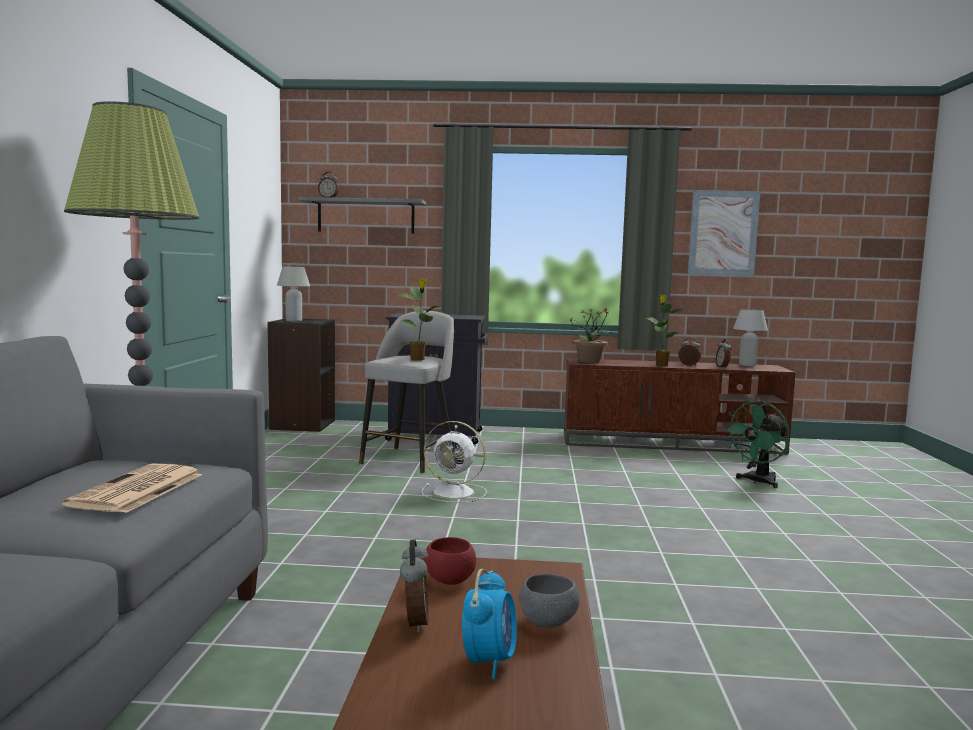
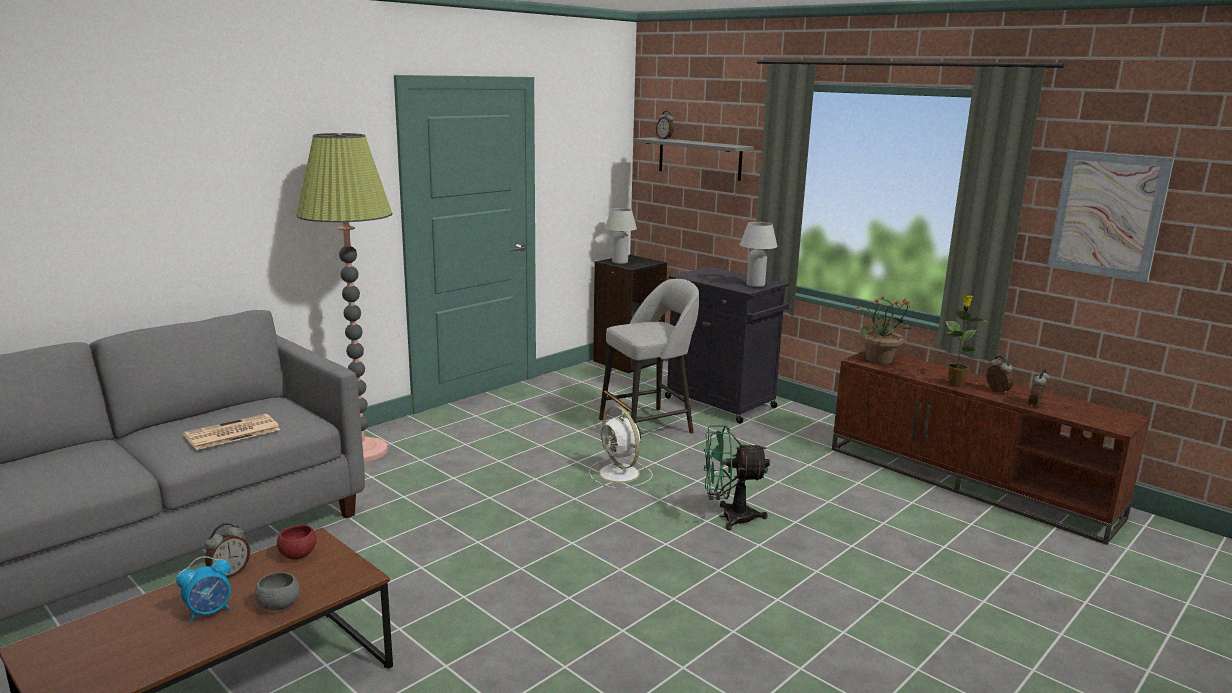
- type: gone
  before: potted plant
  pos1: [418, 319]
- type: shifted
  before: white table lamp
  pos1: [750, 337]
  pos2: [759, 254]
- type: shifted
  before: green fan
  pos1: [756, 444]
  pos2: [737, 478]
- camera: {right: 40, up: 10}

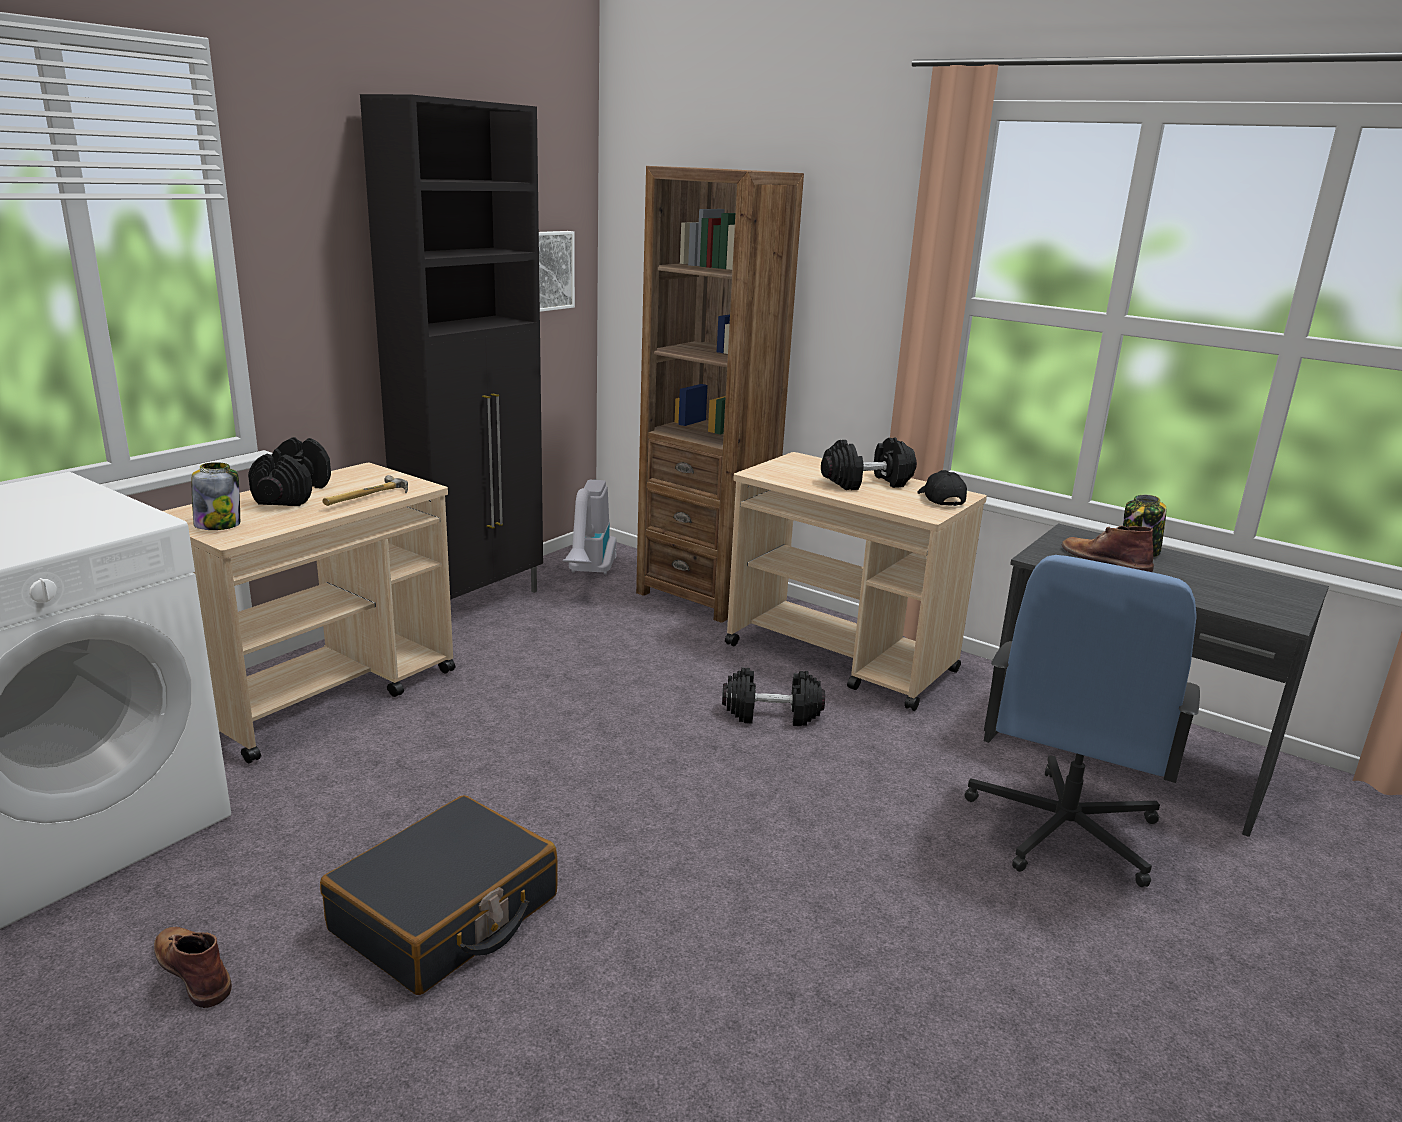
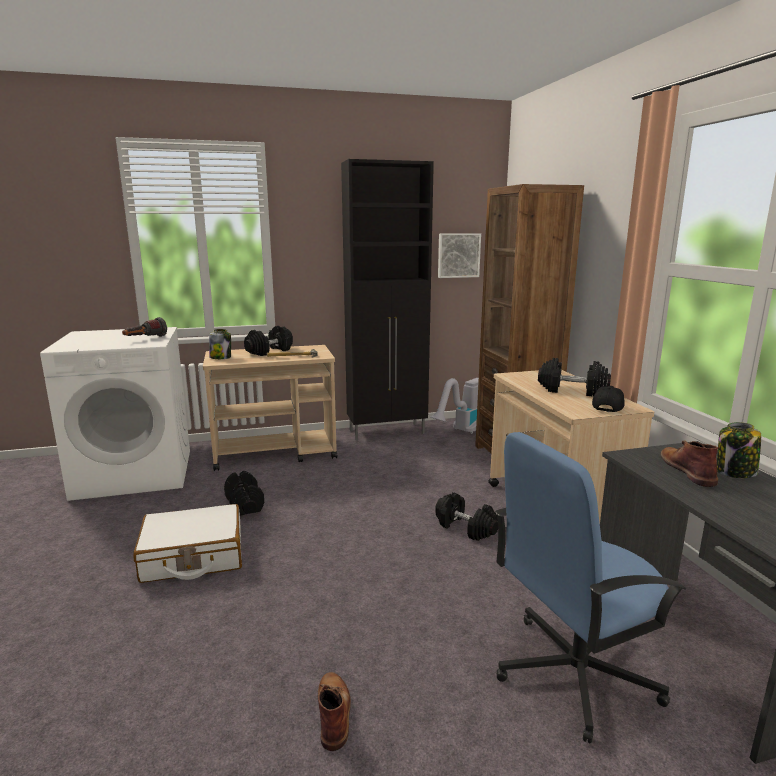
- type: repainted
  before: black suitcase
  after: white suitcase
  pos1: [439, 895]
  pos2: [187, 543]
- type: shifted
  before: brown boot
  pos1: [193, 967]
  pos2: [334, 711]
- type: new
  after: flashlight
  pos2: [144, 327]
- type: new
  after: black dumbbell
  pos2: [244, 493]
- camera: {right: 40, up: -5}

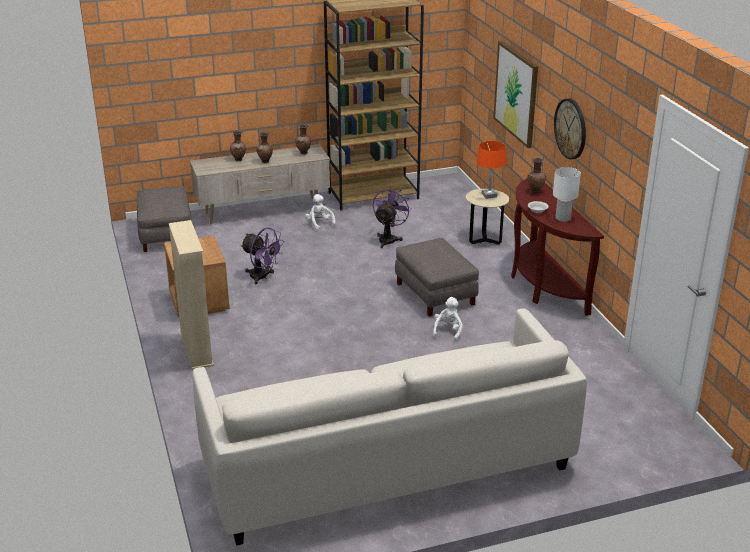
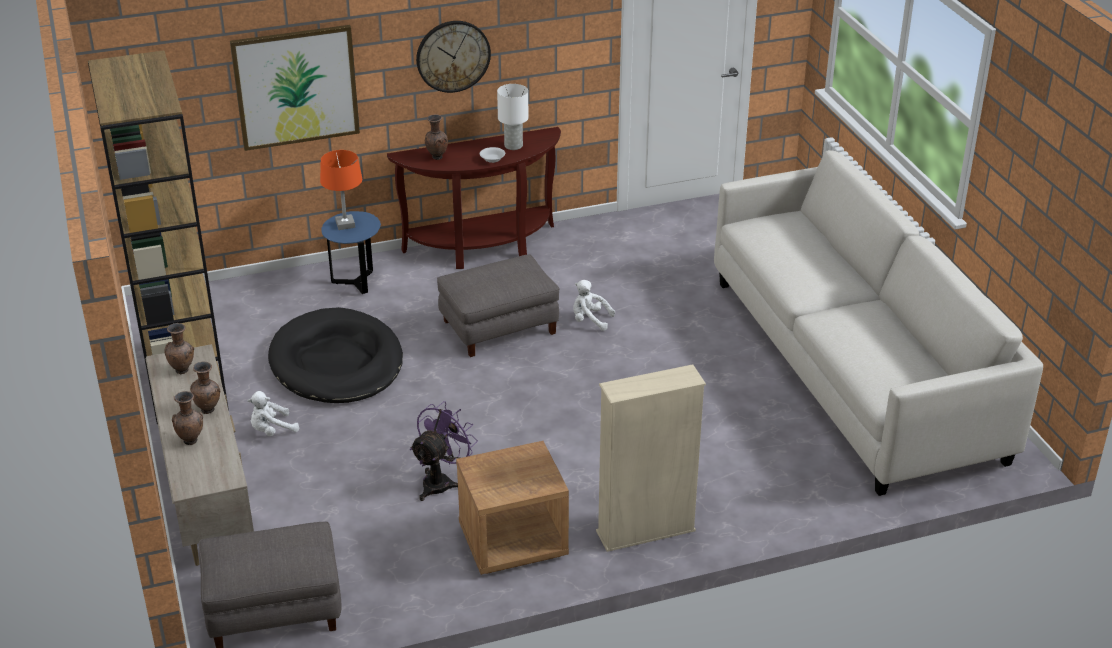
- type: swapped
  before: purple fan
  after: black dog bed
  pos1: [392, 217]
  pos2: [335, 355]
- type: repainted
  before: beige side table
  after: blue side table
  pos1: [487, 216]
  pos2: [351, 252]
- camera: {right: -90, up: 5}

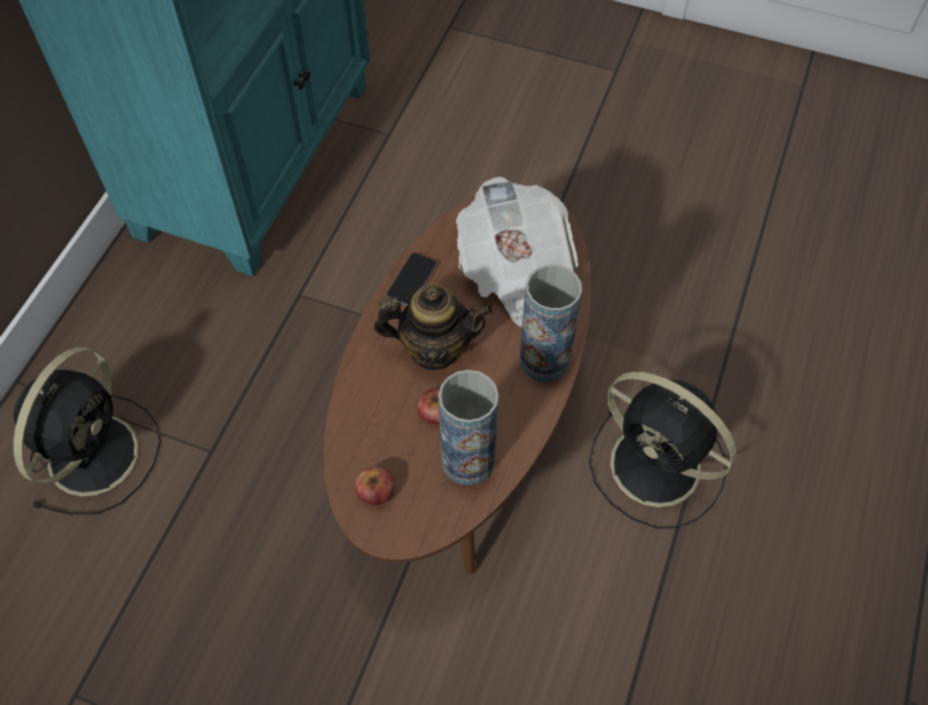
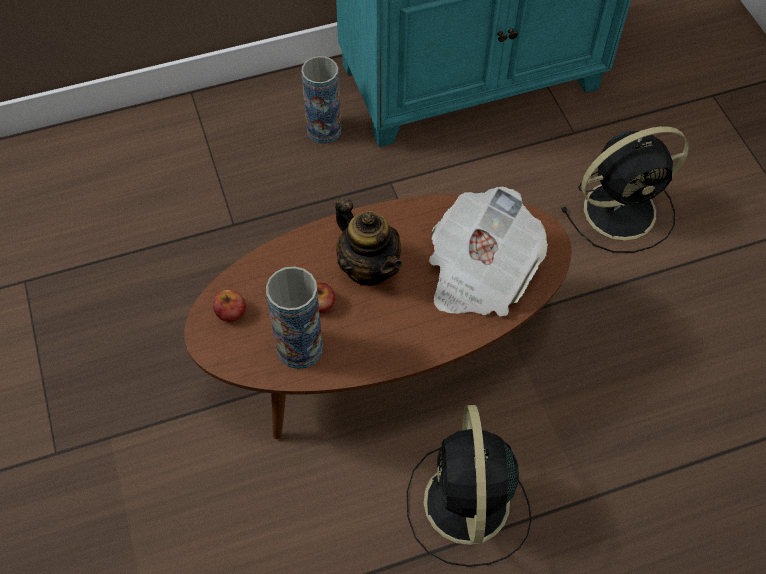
- type: gone
  before: phone
  pos1: [411, 279]
- type: shifted
  before: vase
  pos1: [550, 323]
  pos2: [321, 100]
- type: shifted
  before: black fan
  pos1: [87, 431]
  pos2: [625, 189]
- camera: {right: 50, up: 0}

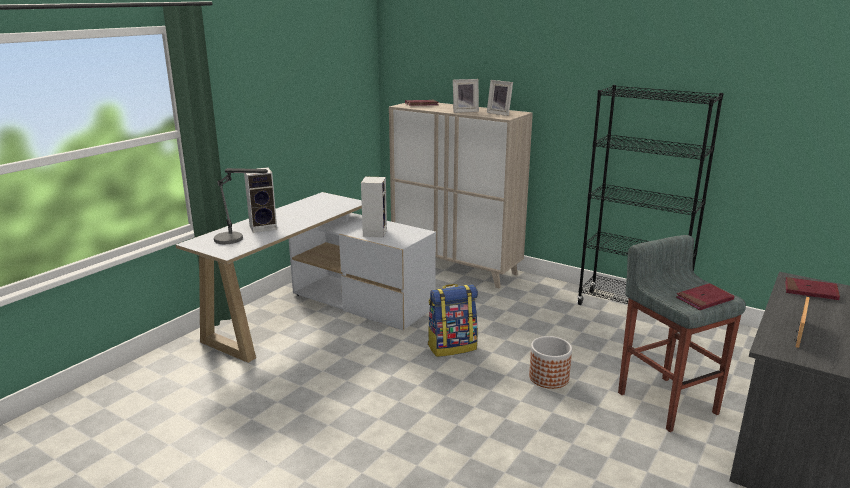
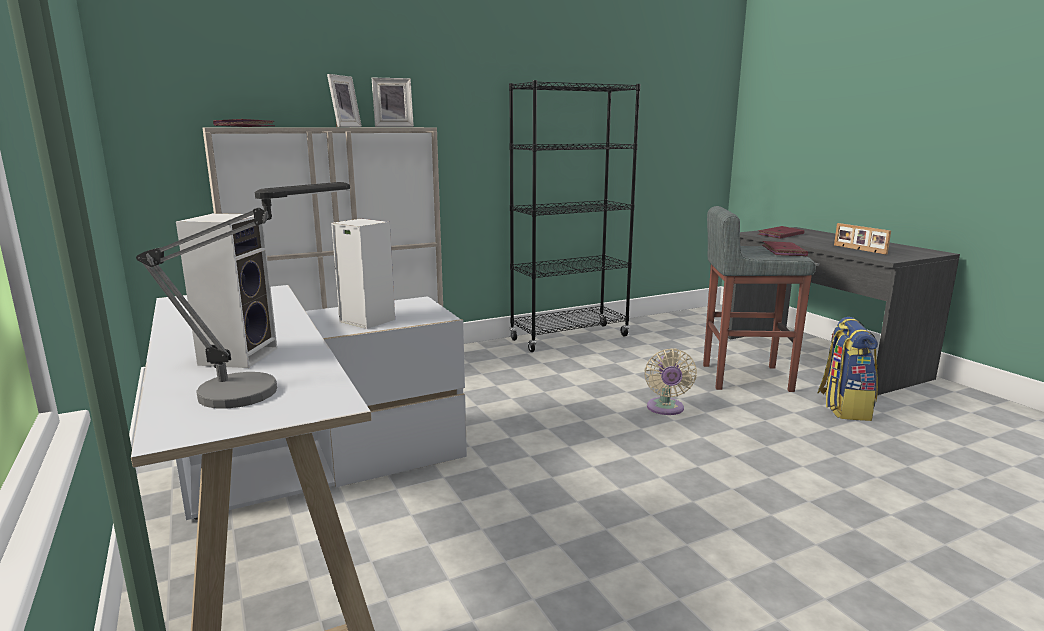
- type: shifted
  before: backpack
  pos1: [453, 320]
  pos2: [848, 369]
- type: swapped
  before: planter
  after: beige fan
  pos1: [550, 362]
  pos2: [670, 381]
- camera: {right: -60, up: -5}

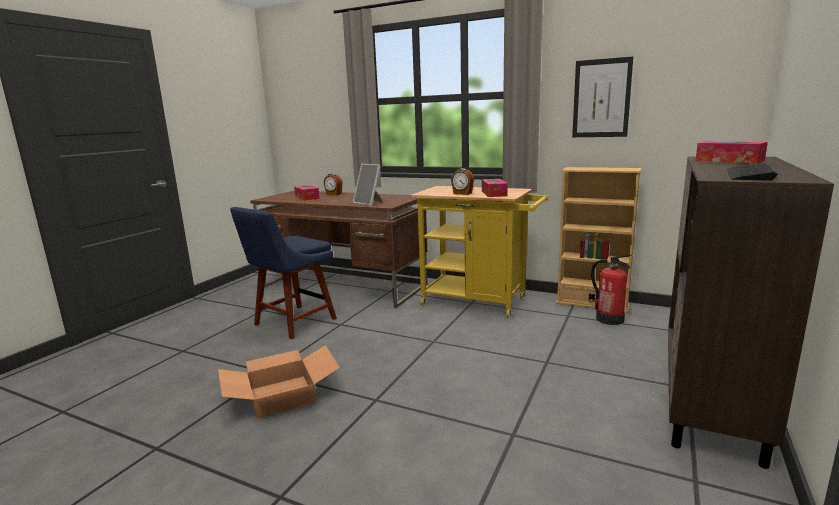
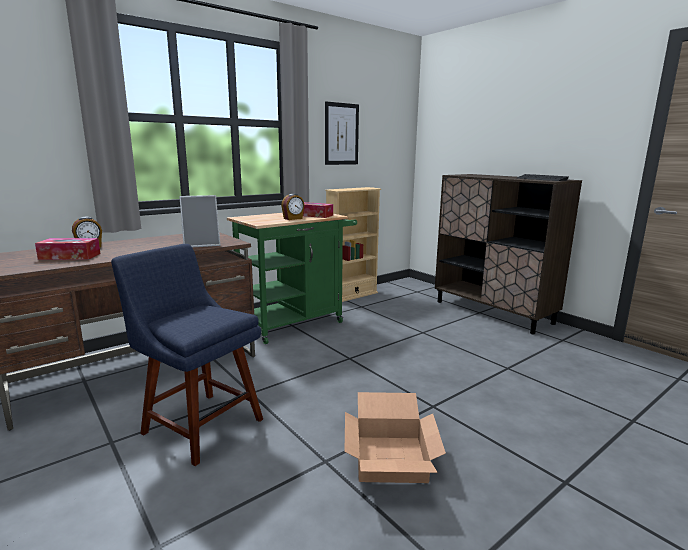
- type: gone
  before: tissue box
  pos1: [731, 152]
- type: repainted
  before: yellow cart
  after: green cart
  pos1: [479, 252]
  pos2: [292, 278]
- type: rotated
  before: blue chair
  pos1: [283, 273]
  pos2: [187, 355]
  turn: 150
- type: gone
  before: fire extinguisher
  pos1: [611, 290]
- camera: {right: -65, up: 0}

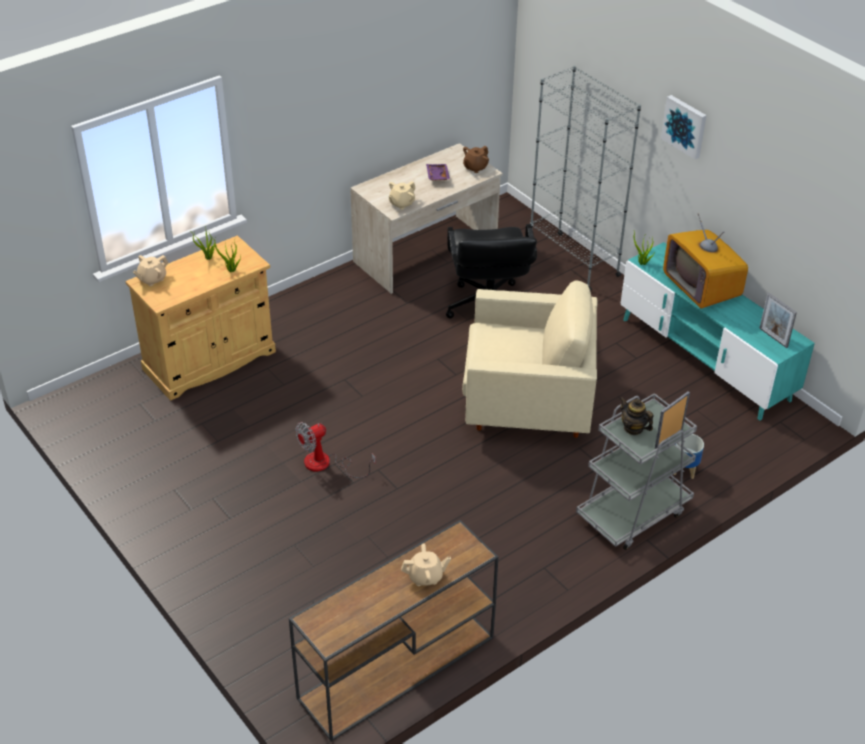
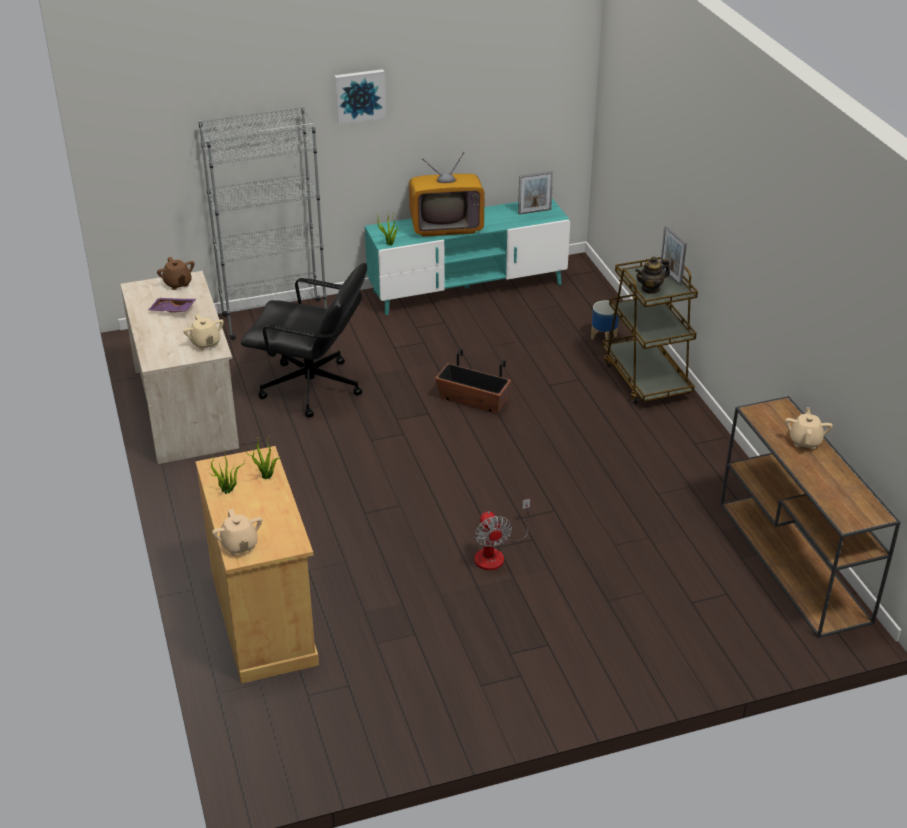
- type: swapped
  before: beige armchair
  after: planter
  pos1: [529, 359]
  pos2: [473, 381]
- type: repainted
  before: grey cart
  after: brown cart
  pos1: [636, 471]
  pos2: [650, 330]
- camera: {right: -70, up: -5}

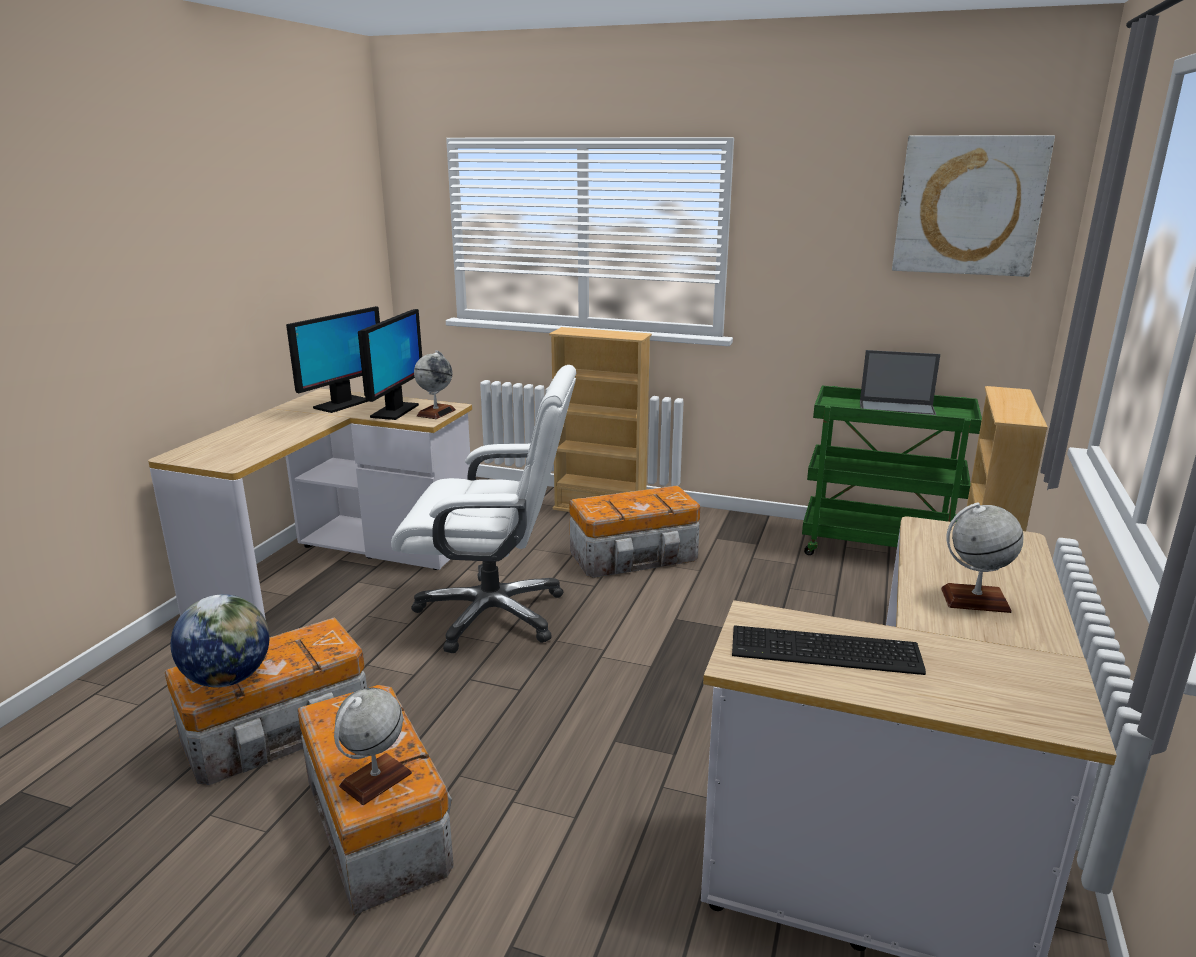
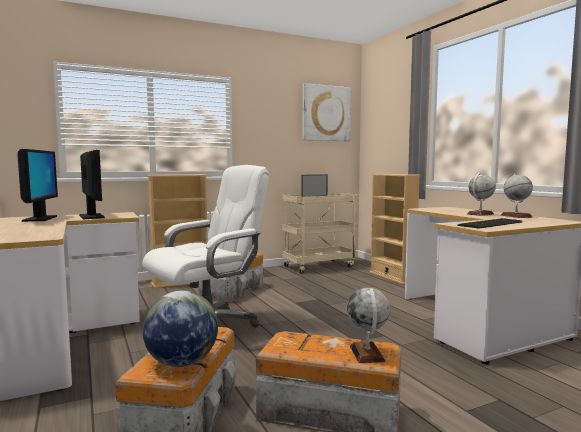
- type: shifted
  before: globe
  pos1: [435, 384]
  pos2: [517, 195]
- type: repainted
  before: green cart
  after: beige cart
  pos1: [892, 470]
  pos2: [320, 233]
- camera: {right: -45, up: -15}

